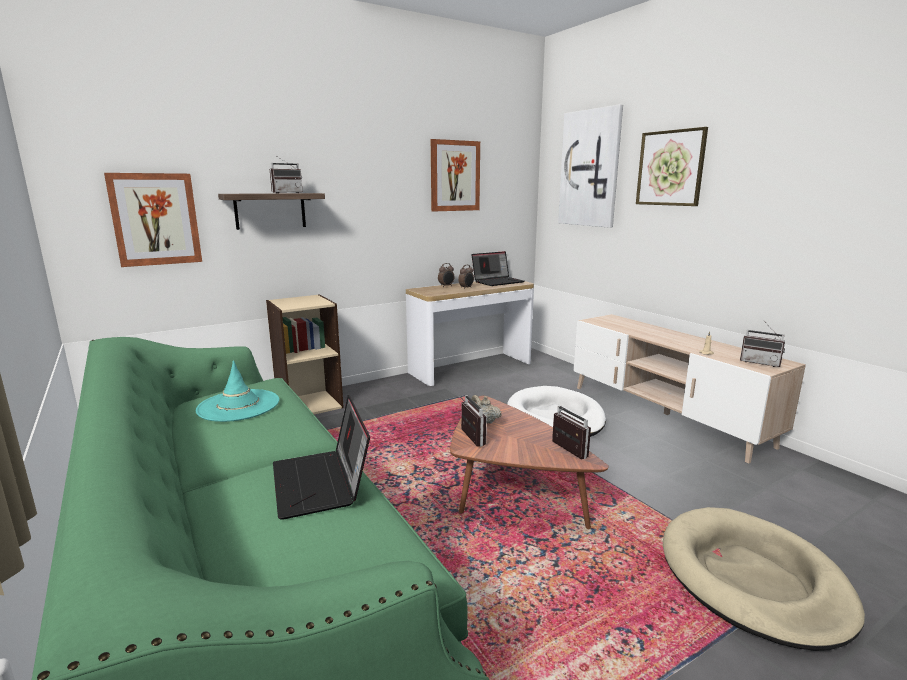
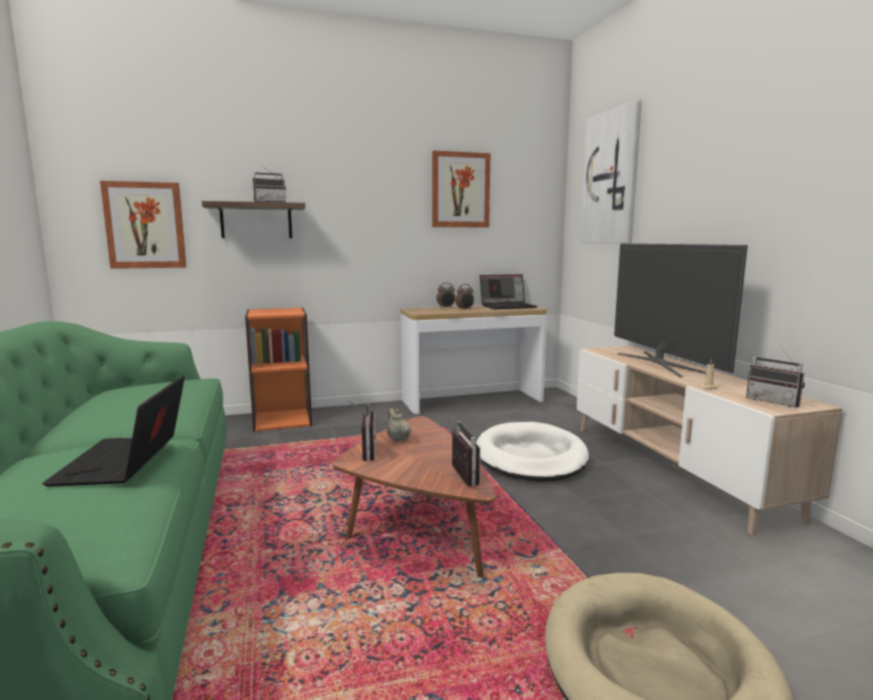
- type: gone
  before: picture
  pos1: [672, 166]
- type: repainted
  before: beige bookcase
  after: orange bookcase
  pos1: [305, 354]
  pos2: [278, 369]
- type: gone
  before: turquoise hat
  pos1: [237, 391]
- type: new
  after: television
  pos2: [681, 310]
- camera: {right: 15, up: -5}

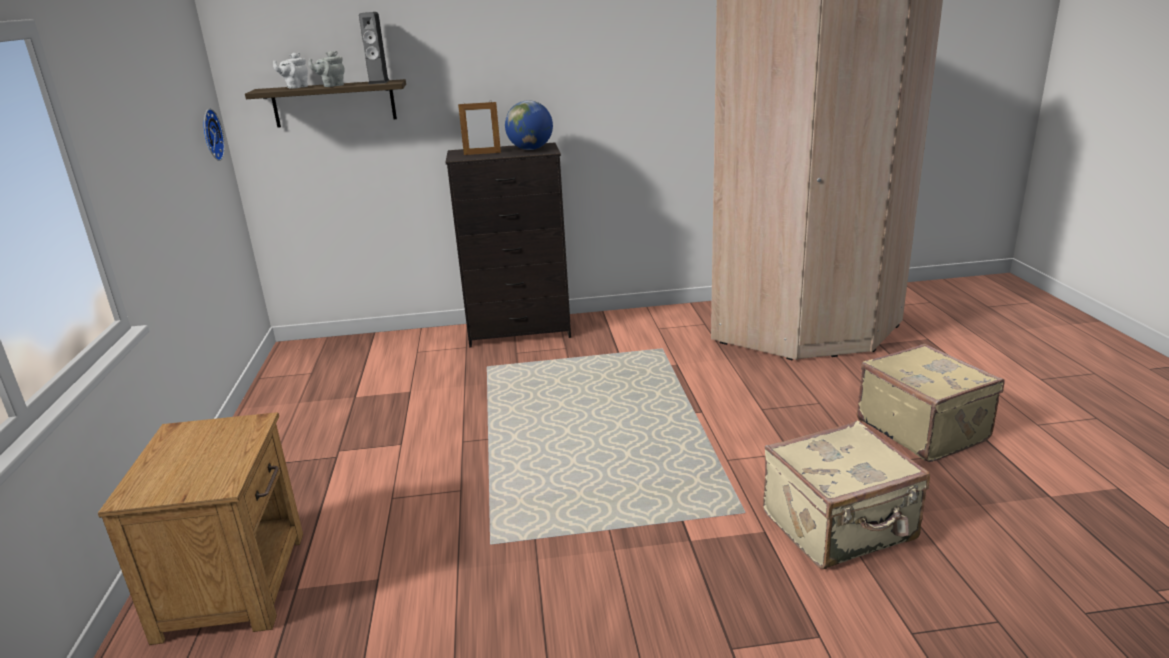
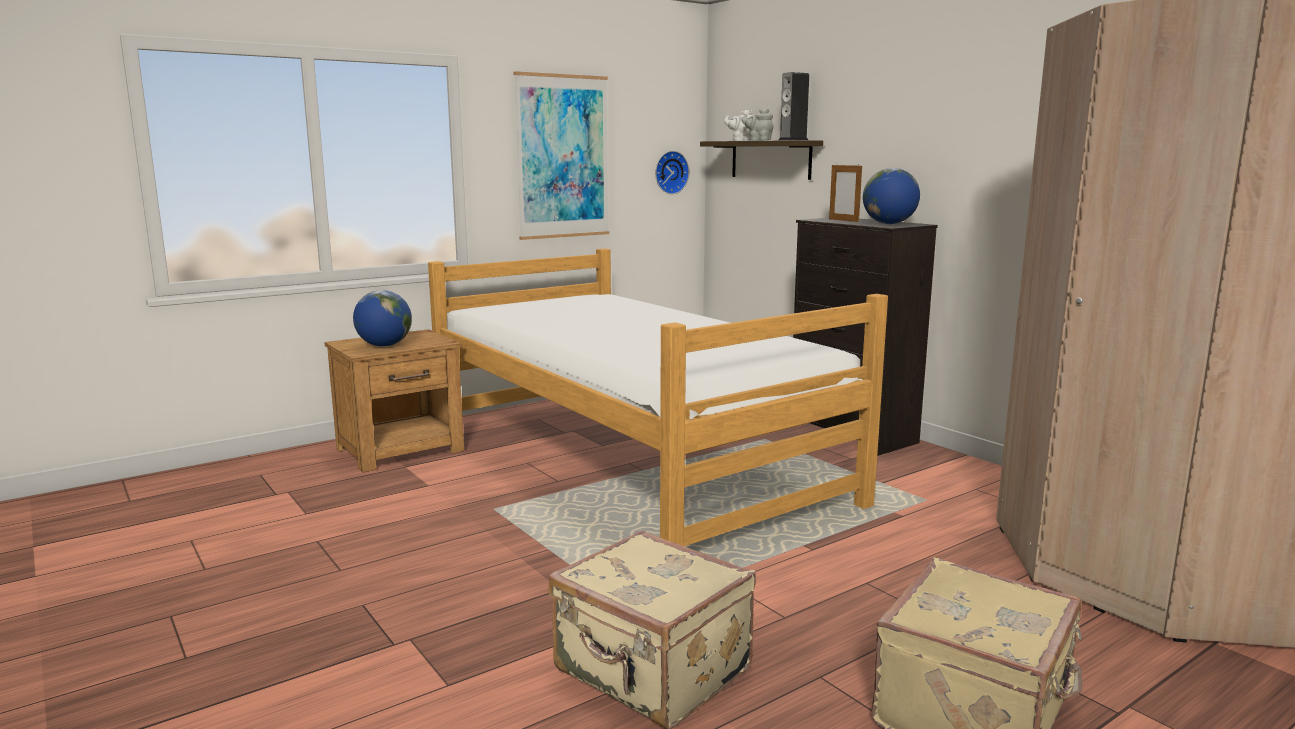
- type: new
  after: picture
  pos2: [561, 155]
- type: new
  after: bed
  pos2: [658, 397]
- type: new
  after: globe
  pos2: [382, 318]
- camera: {right: 60, up: -10}

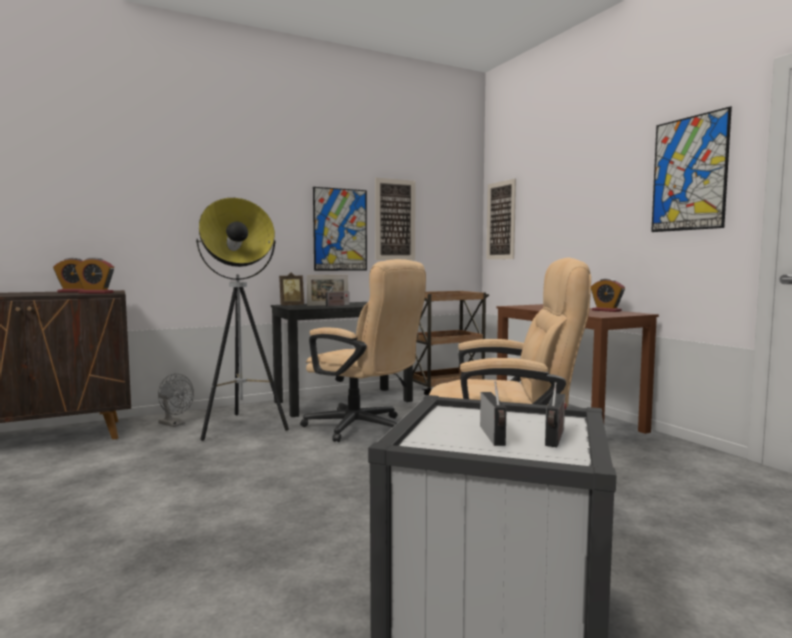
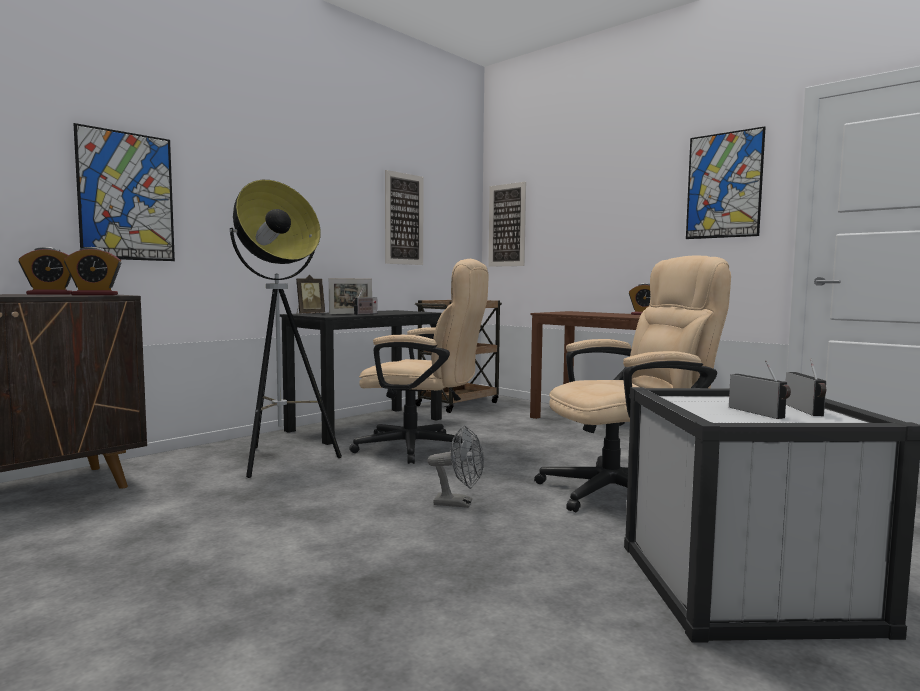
- type: shifted
  before: picture
  pos1: [340, 229]
  pos2: [124, 192]
- type: shifted
  before: grey fan
  pos1: [176, 400]
  pos2: [455, 467]
- camera: {right: -20, up: 0}

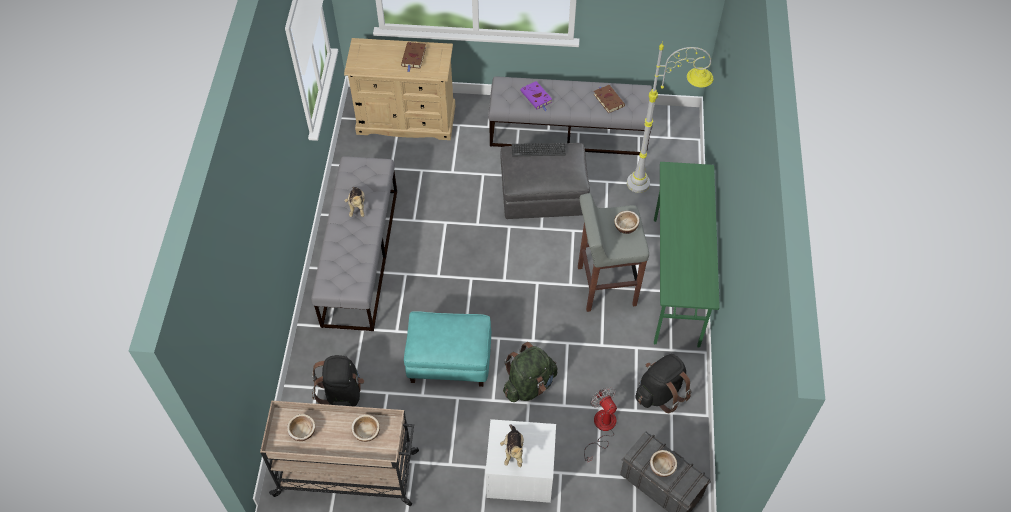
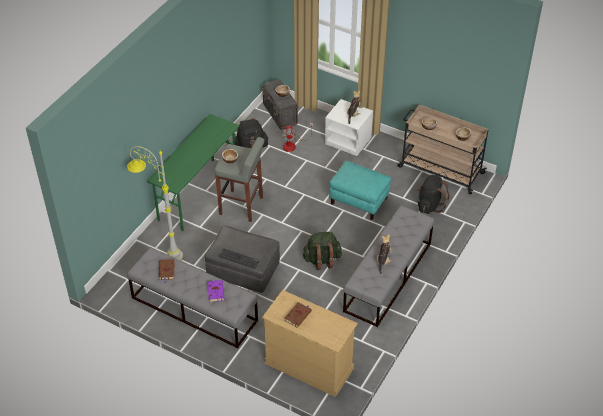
- type: shifted
  before: green backpack
  pos1: [530, 372]
  pos2: [322, 251]
- camera: {right: -155, up: -10}

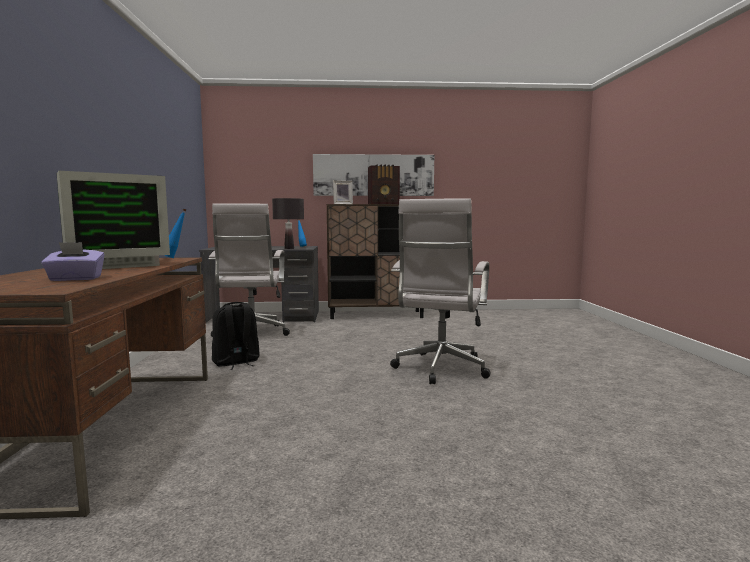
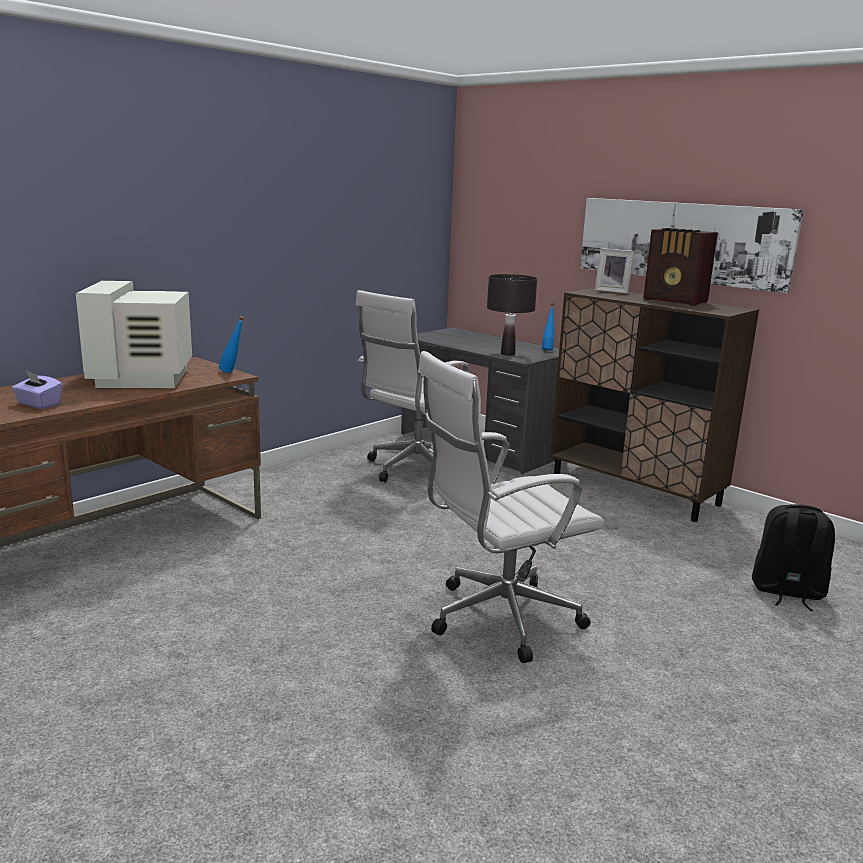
- type: rotated
  before: monitor
  pos1: [113, 220]
  pos2: [134, 334]
  turn: 75
- type: shifted
  before: black backpack
  pos1: [236, 336]
  pos2: [793, 557]
- camera: {right: 45, up: 10}

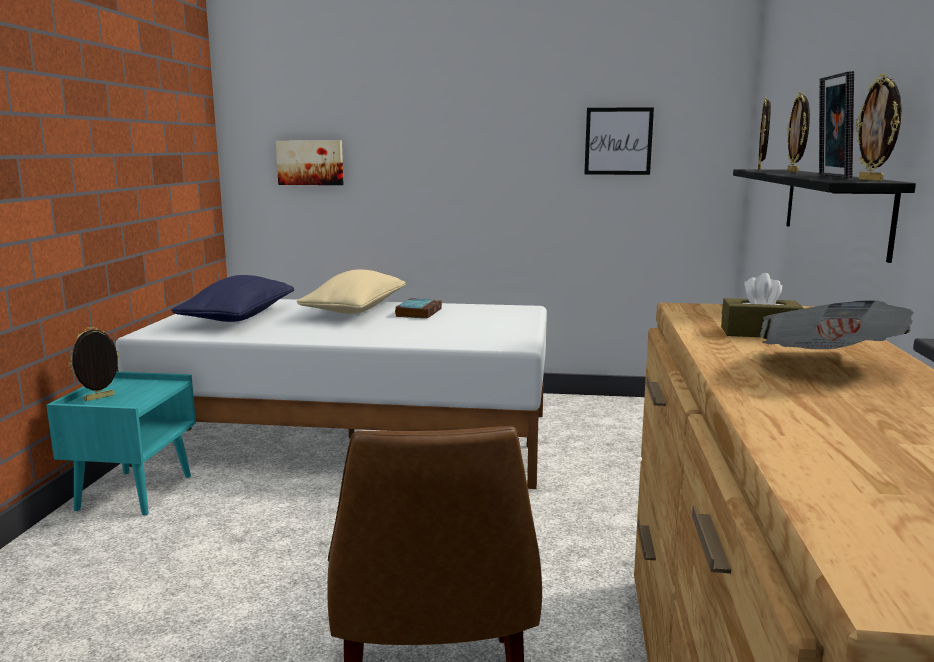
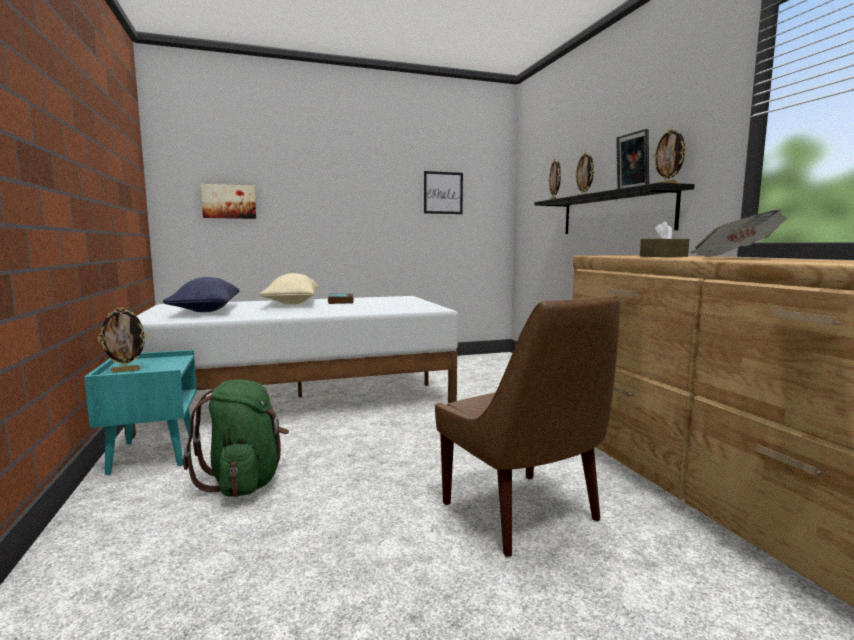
- type: rotated
  before: picture frame
  pos1: [94, 363]
  pos2: [122, 339]
  turn: -135
- type: new
  after: green backpack
  pos2: [236, 438]
- camera: {right: -25, up: -5}

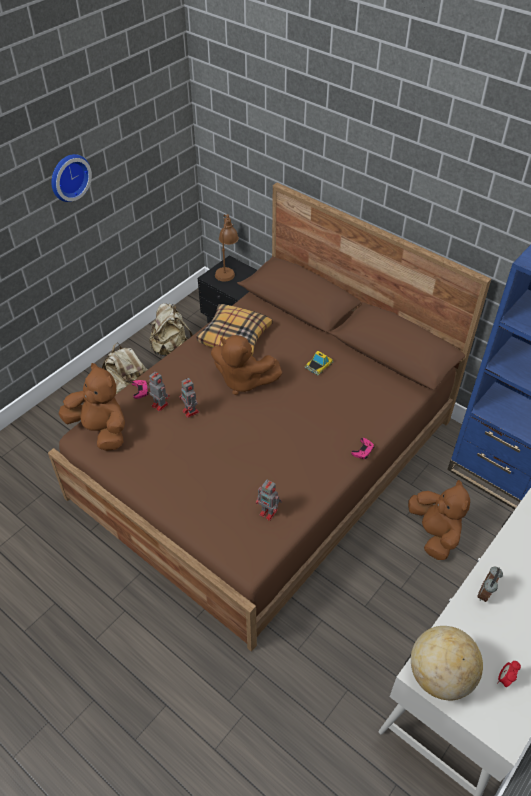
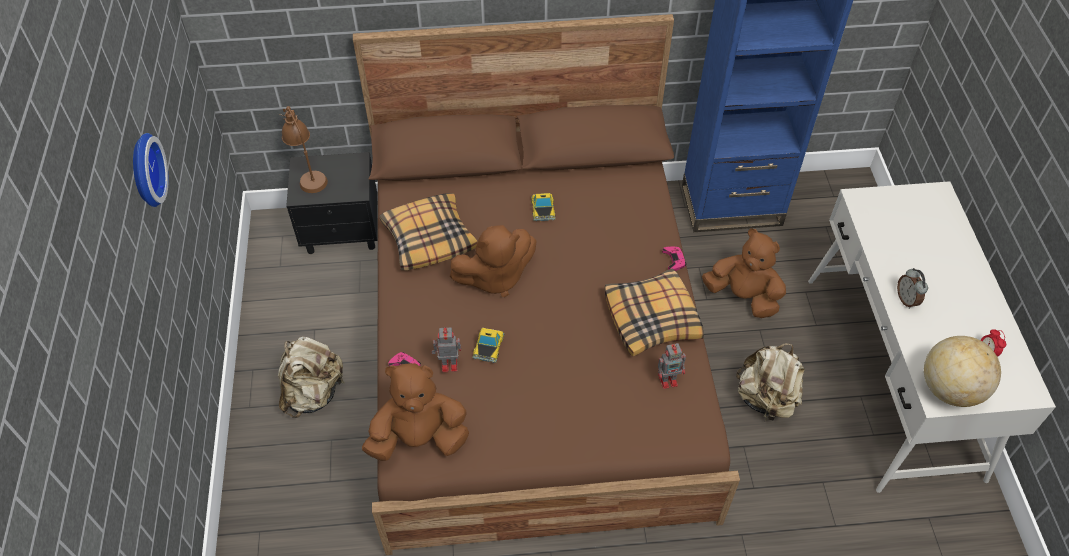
- type: shifted
  before: beige backpack
  pos1: [171, 329]
  pos2: [770, 382]
- type: swapped
  before: toy robot
  after: toy car
  pos1: [189, 397]
  pos2: [488, 345]
- type: new
  after: pillow
  pos2: [654, 312]
- camera: {right: -45, up: 5}

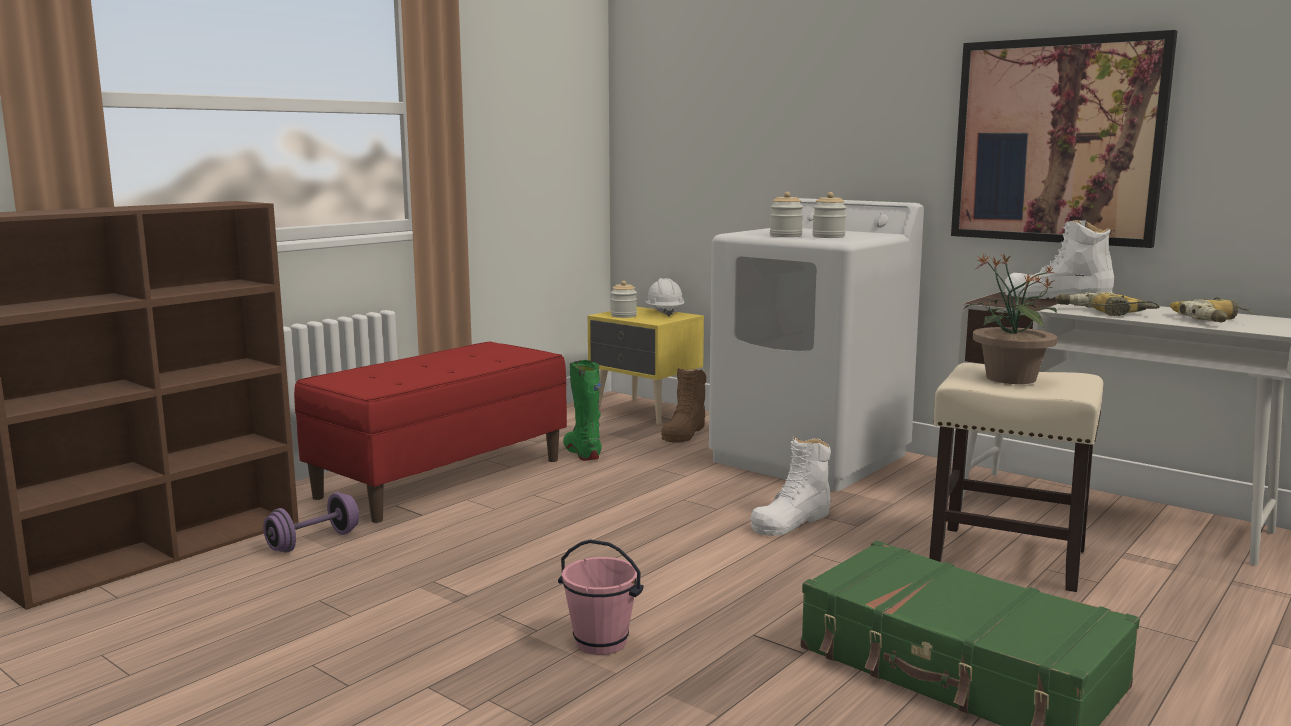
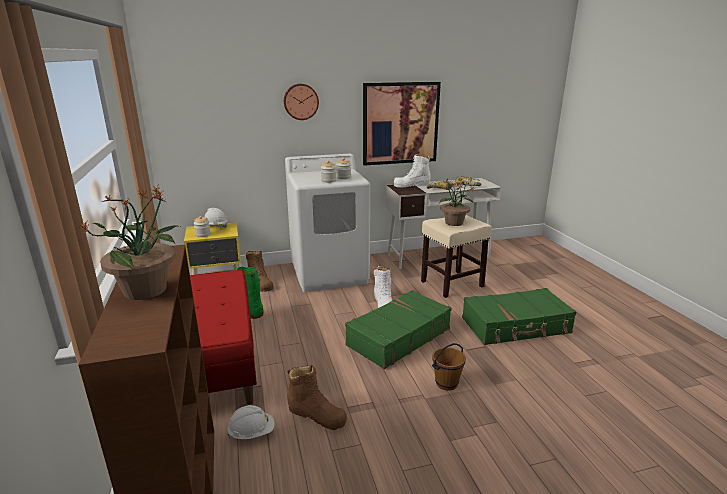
- type: swapped
  before: purple dumbbell
  after: white hard hat
  pos1: [311, 522]
  pos2: [250, 422]
- type: repainted
  before: pink bucket
  after: brown bucket
  pos1: [601, 597]
  pos2: [449, 367]
- type: new
  after: wall clock
  pos2: [301, 102]
- type: new
  after: potted plant
  pos2: [128, 242]
- type: new
  after: green suitcase
  pos2: [398, 329]
- type: new
  after: brown boot
  pos2: [317, 397]
- camera: {right: -55, up: 10}

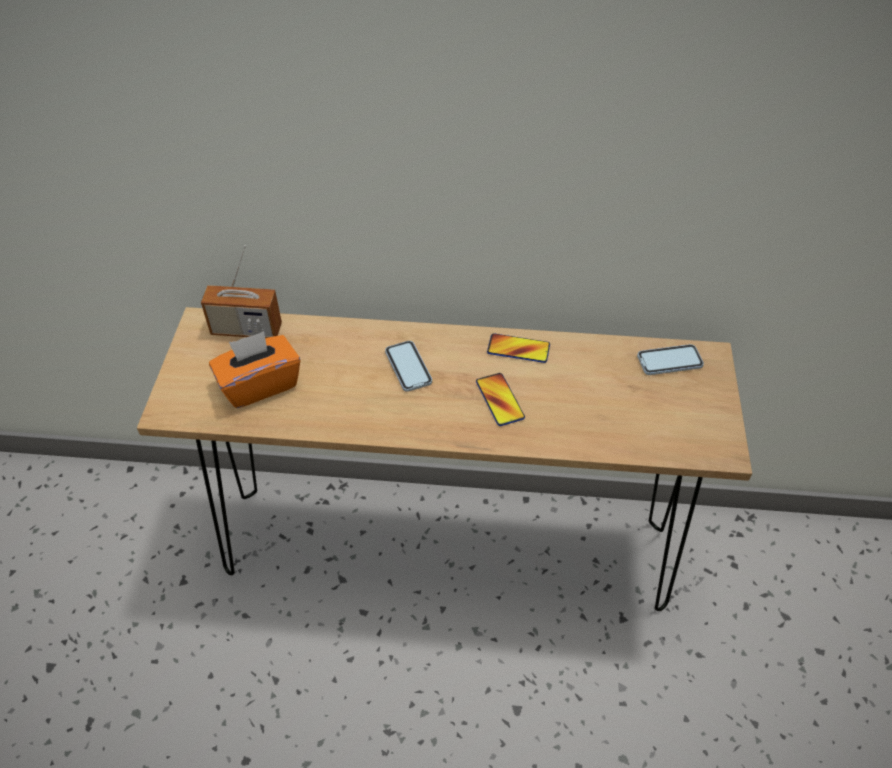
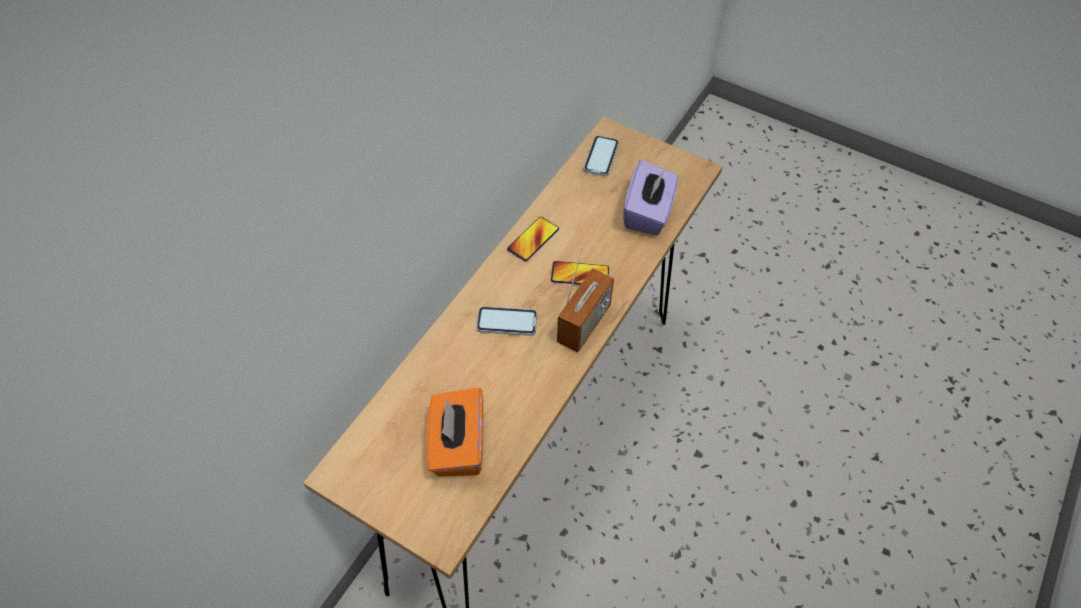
- type: shifted
  before: radio
  pos1: [241, 291]
  pos2: [585, 300]
- type: new
  after: purple tissue box
  pos2: [650, 197]
- camera: {right: -65, up: 5}

